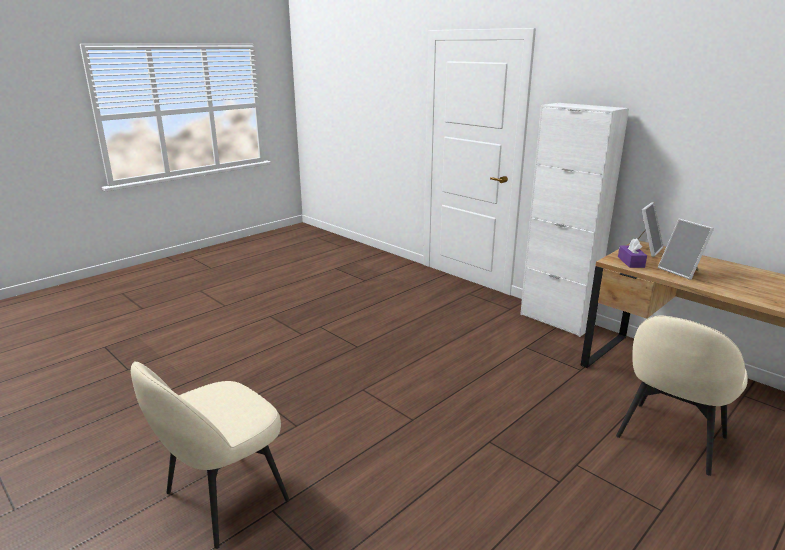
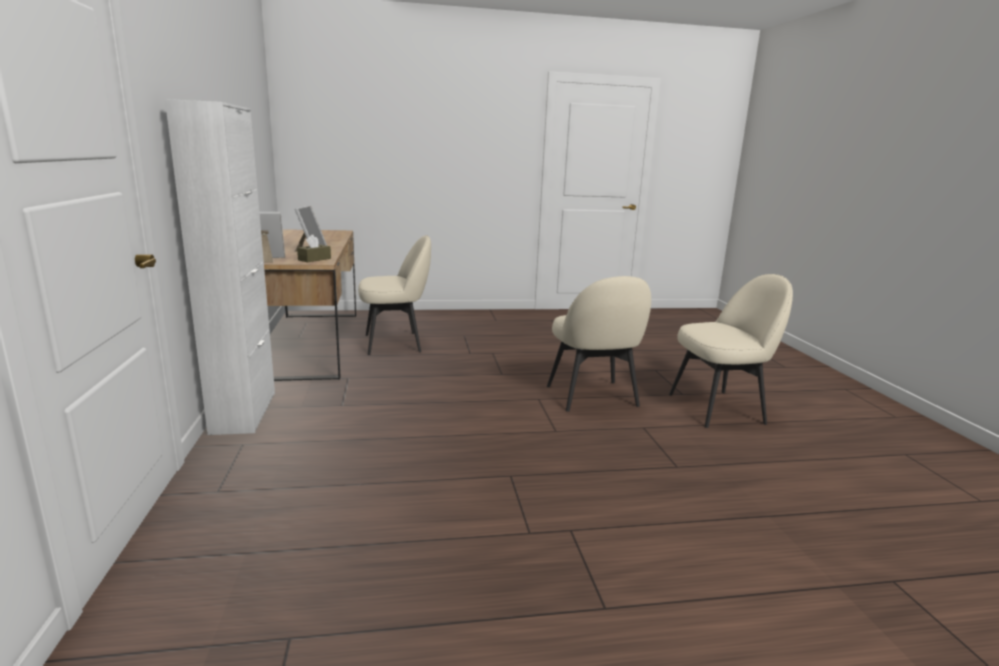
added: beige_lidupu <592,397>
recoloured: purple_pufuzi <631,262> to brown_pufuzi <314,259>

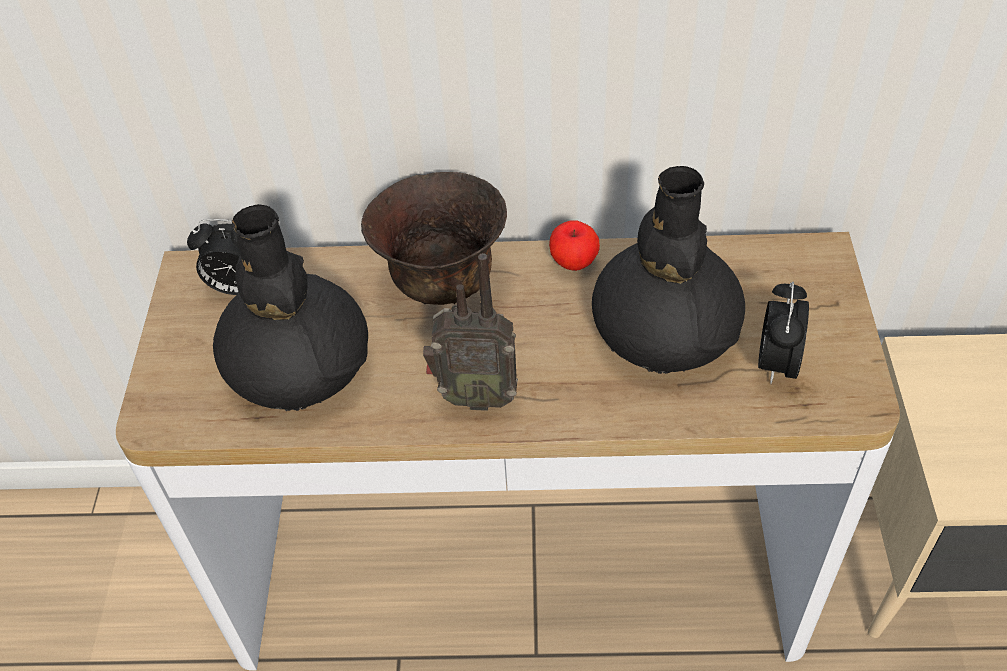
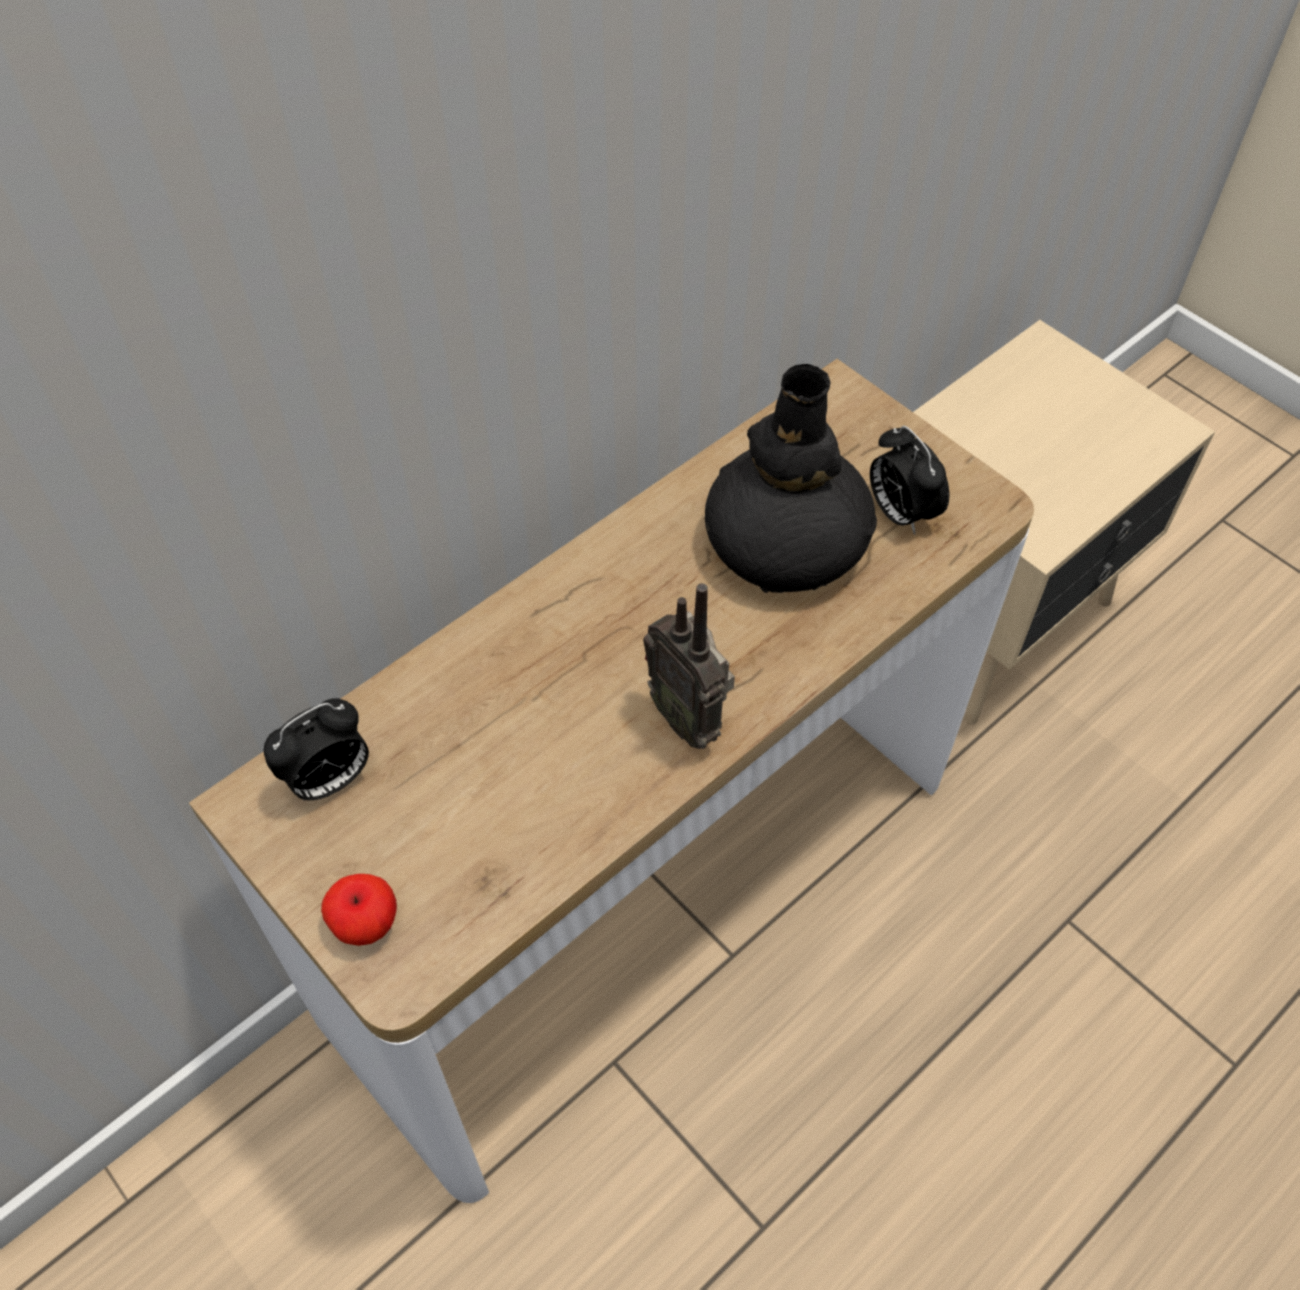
removed: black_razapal <298,367>; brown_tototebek <441,284>
moved: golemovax <573,262> to <365,923>
turned: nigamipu <475,395> = <689,717> 90 degrees clockwise

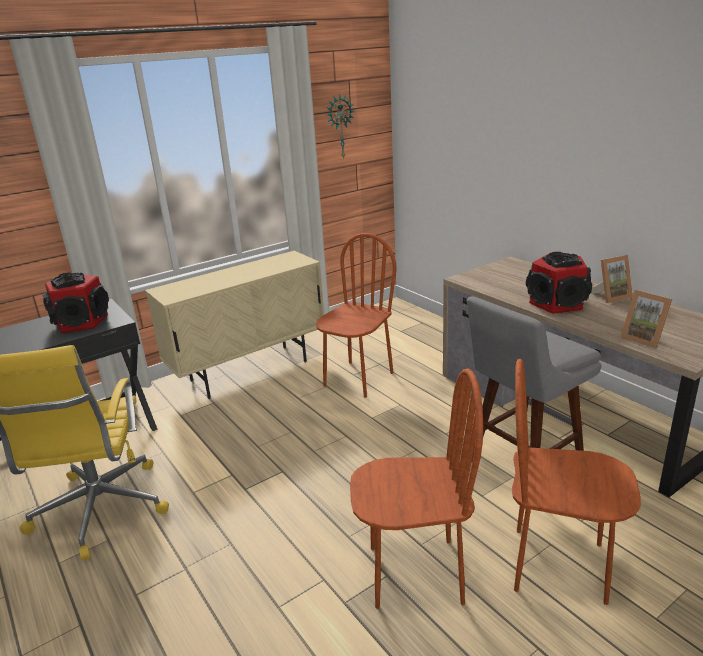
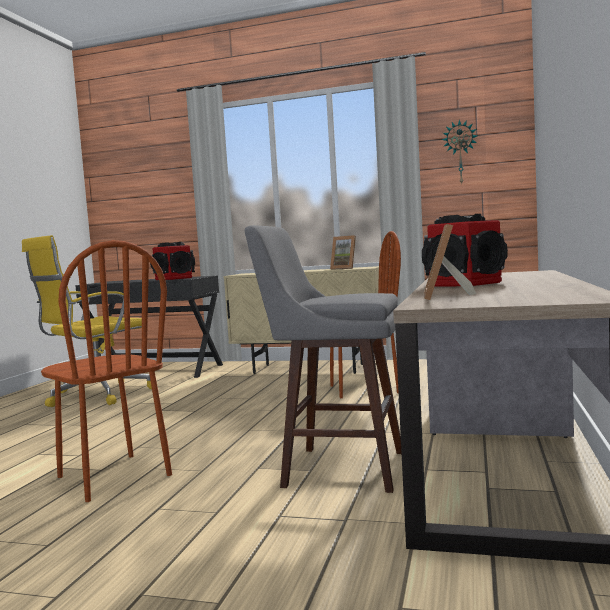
removed: brown_lidupu <558,565>
moved: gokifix <611,296> to <345,268>

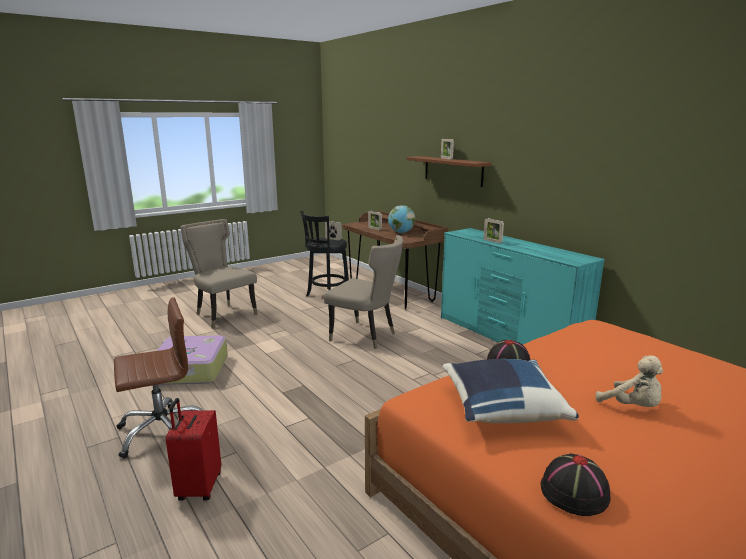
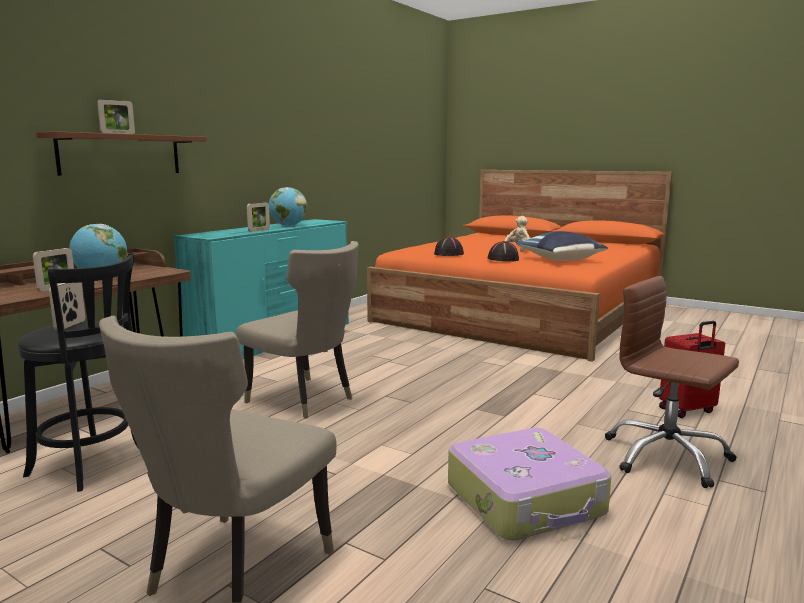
added: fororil <288,226>
moved: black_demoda <574,493> to <449,254>
turned: beige_lidupu <366,336> = <305,400> 120 degrees clockwise

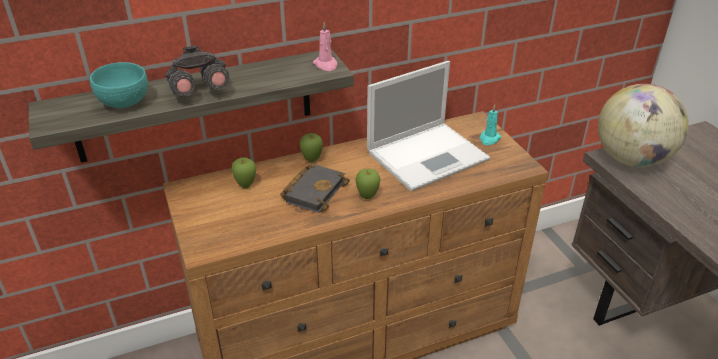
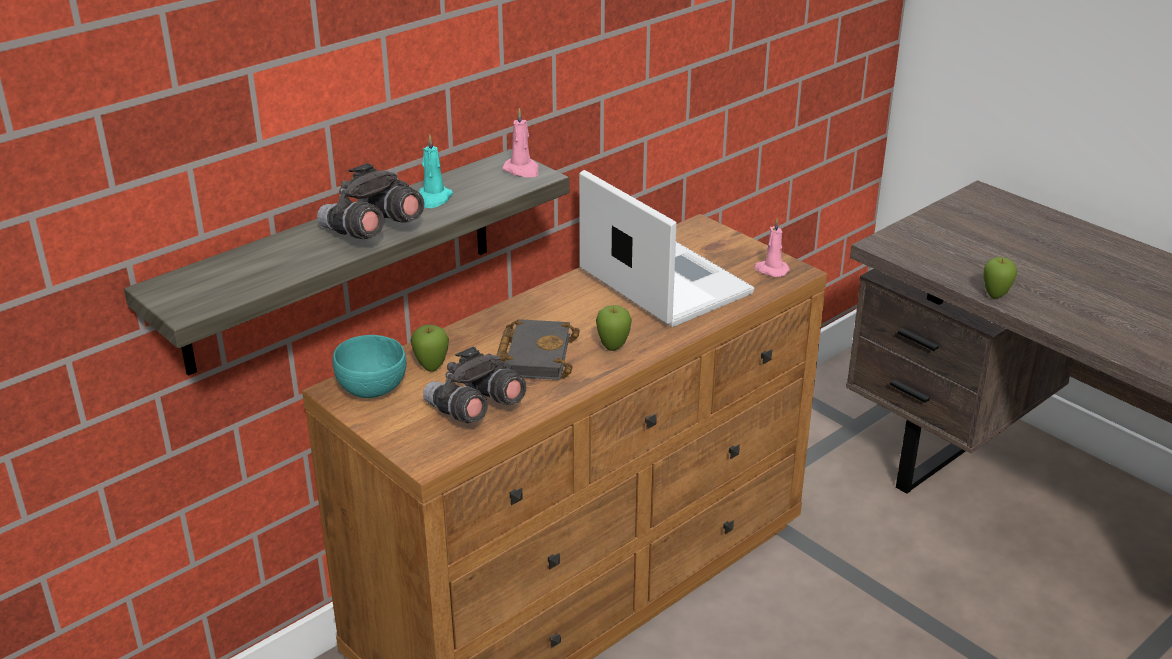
removed: fororil <631,159>
added: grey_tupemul <474,410>; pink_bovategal <770,270>
moved: turquoise_tototebek <124,103> to <371,390>; golemovax <312,160> to <995,296>; turquoise_bovategal <489,139> to <433,199>
turned: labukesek <429,155> = <662,281> 75 degrees counterclockwise

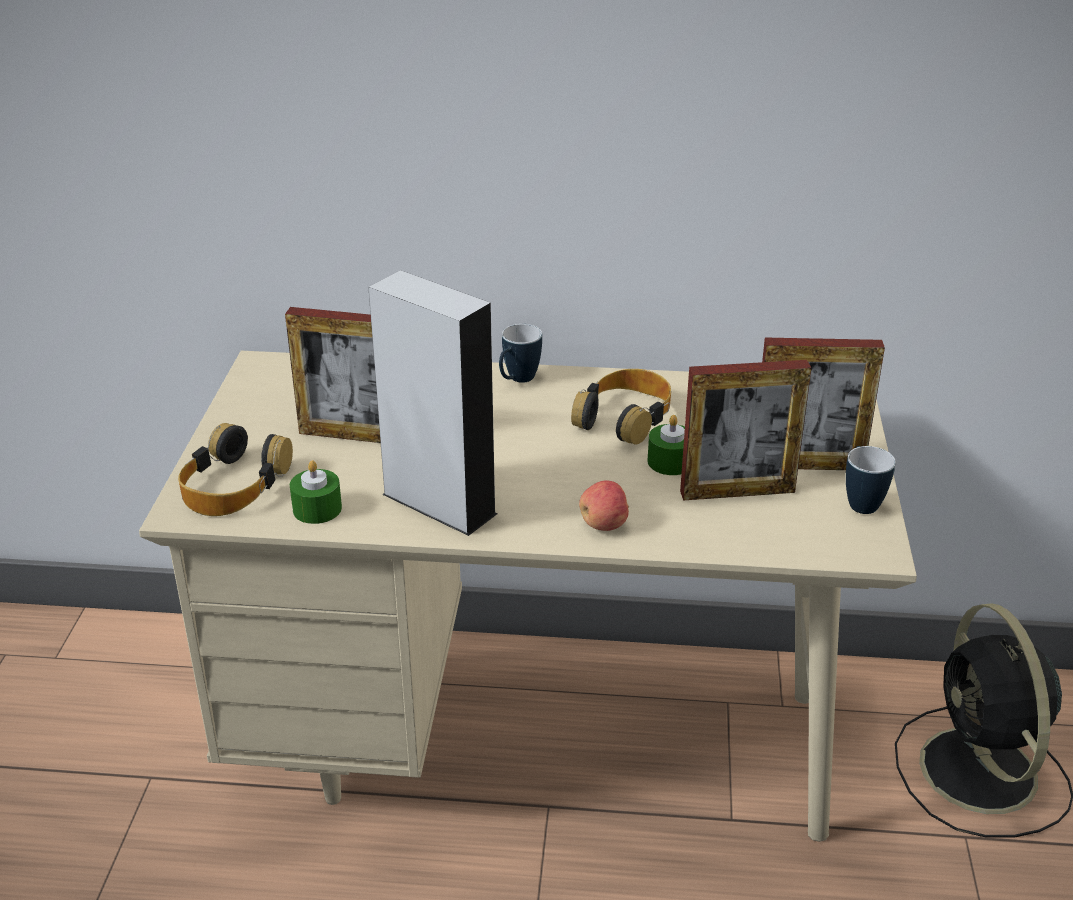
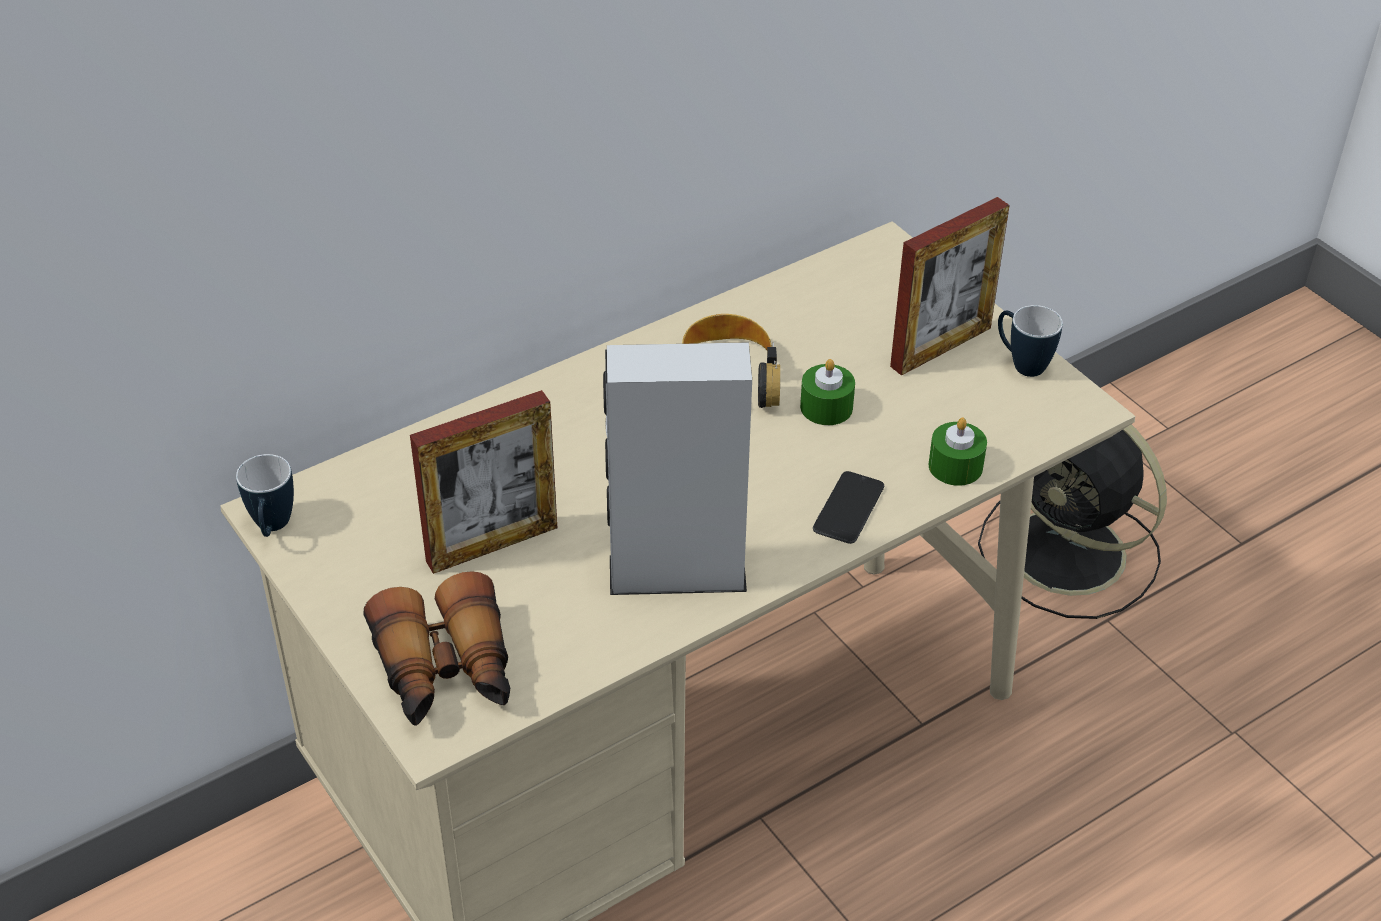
removed: gokifix <737,492>
moved: green_bovategal <317,509> to <955,466>; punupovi <517,380> to <272,529>
replaced: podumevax <234,485> to tupemul <446,672>; golemovax <604,524> to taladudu <848,508>

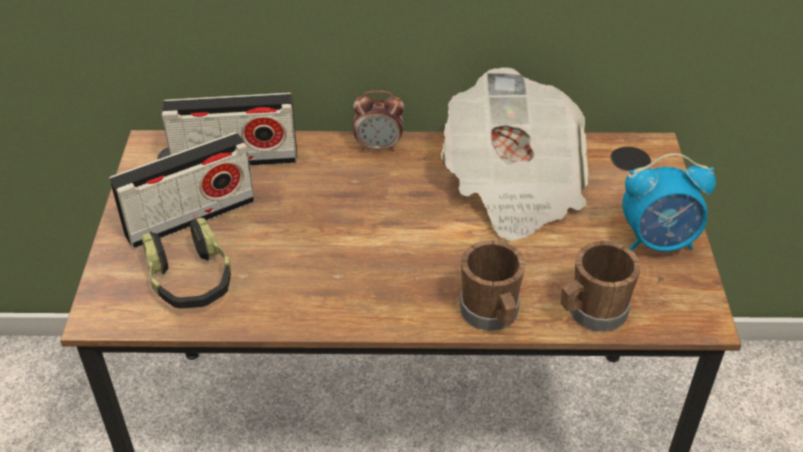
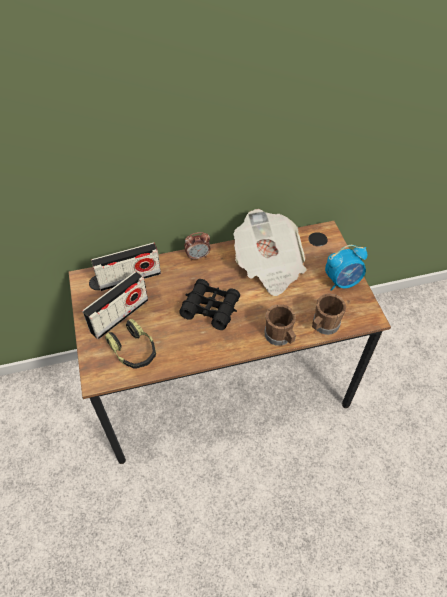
added: black_tupemul <210,308>

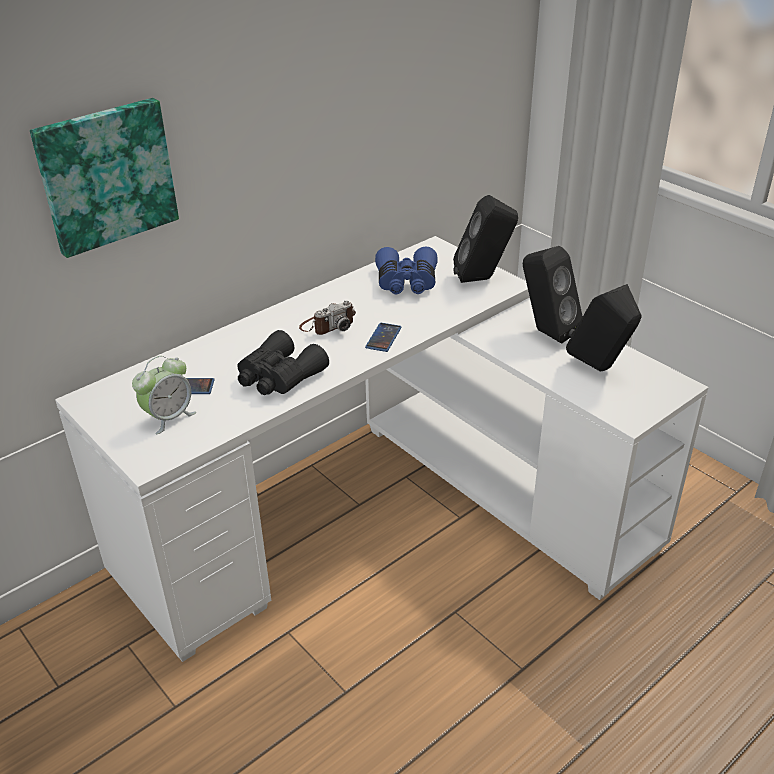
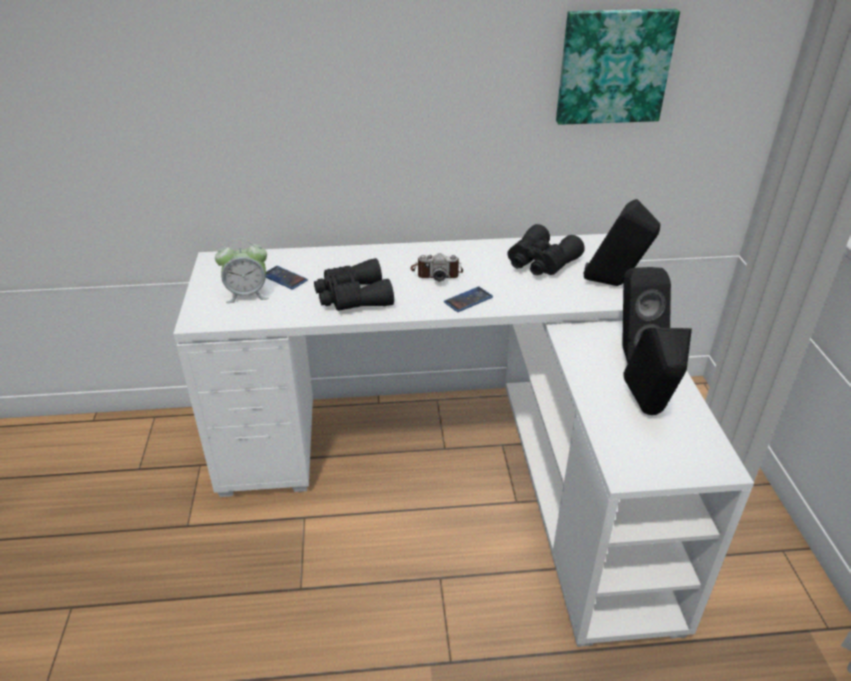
moved: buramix <106,175> to <613,66>
recoloured: blue_tupemul <406,283> to black_tupemul <540,263>

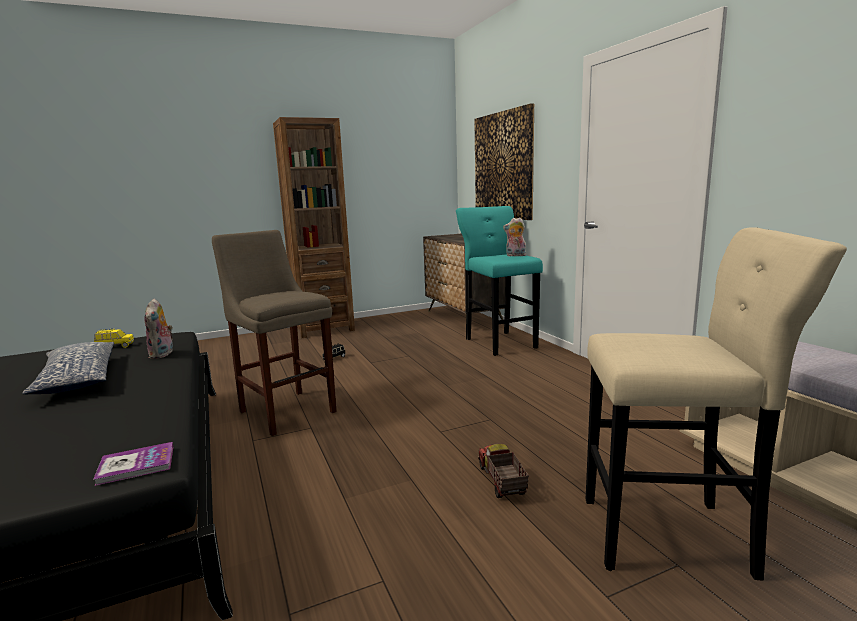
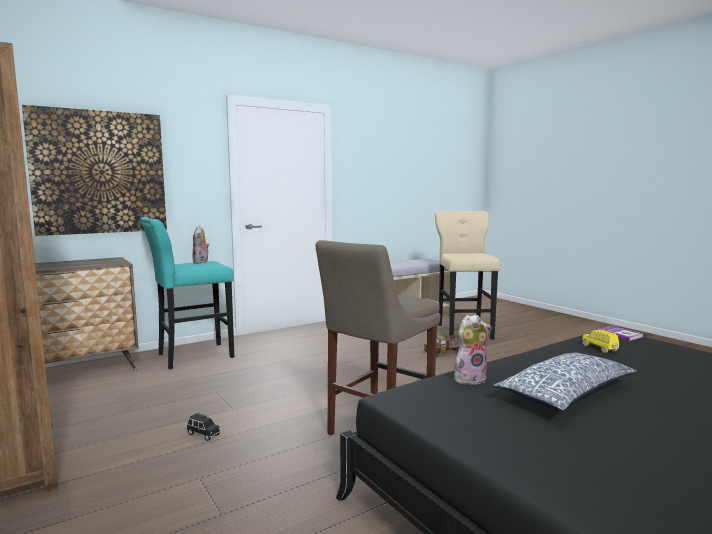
moved: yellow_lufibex <115,346> to <600,348>

